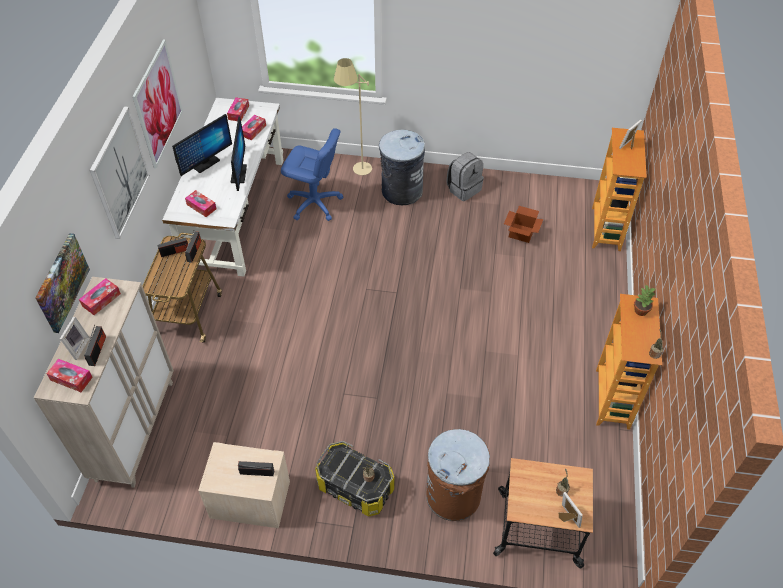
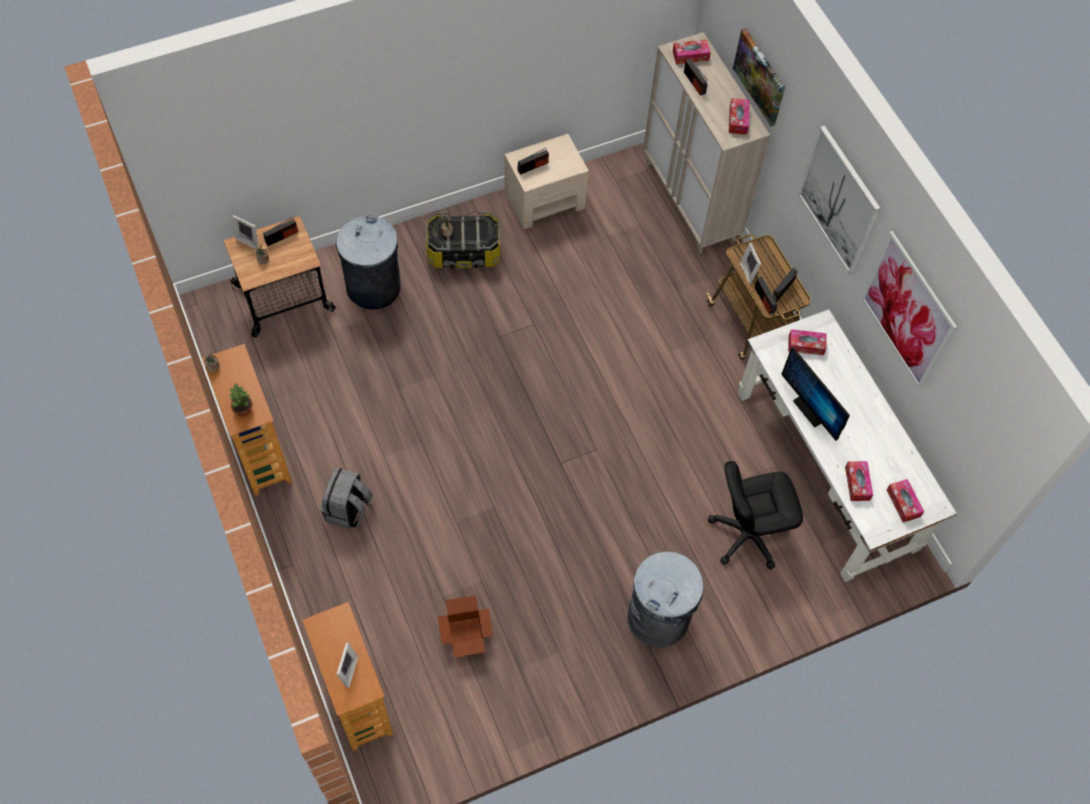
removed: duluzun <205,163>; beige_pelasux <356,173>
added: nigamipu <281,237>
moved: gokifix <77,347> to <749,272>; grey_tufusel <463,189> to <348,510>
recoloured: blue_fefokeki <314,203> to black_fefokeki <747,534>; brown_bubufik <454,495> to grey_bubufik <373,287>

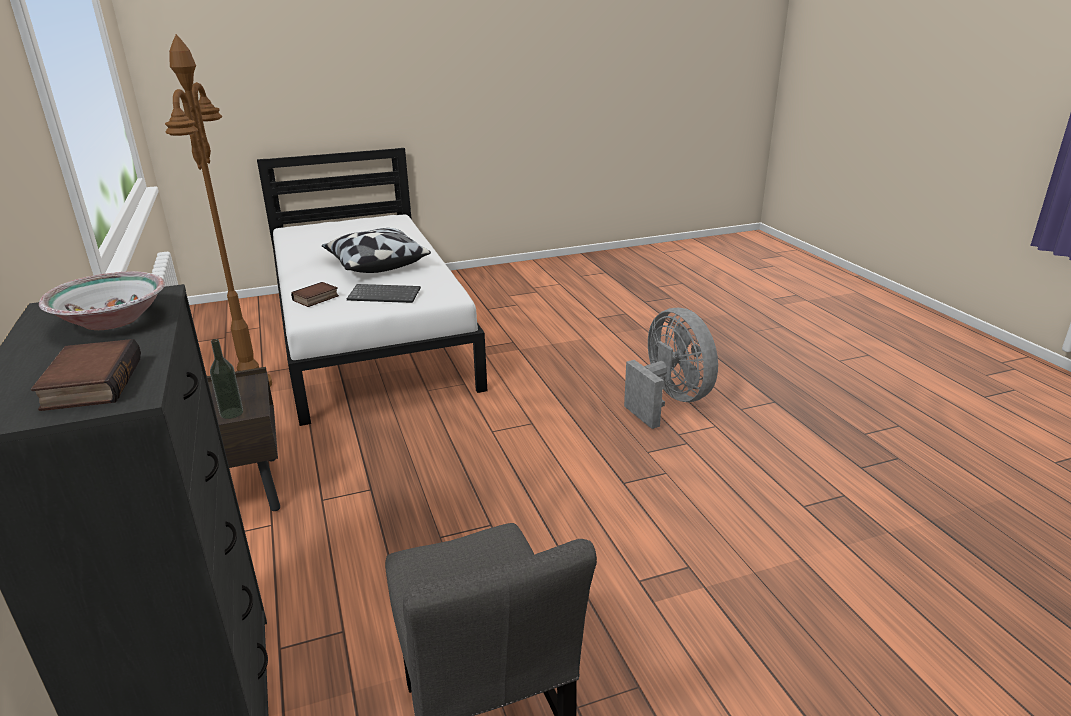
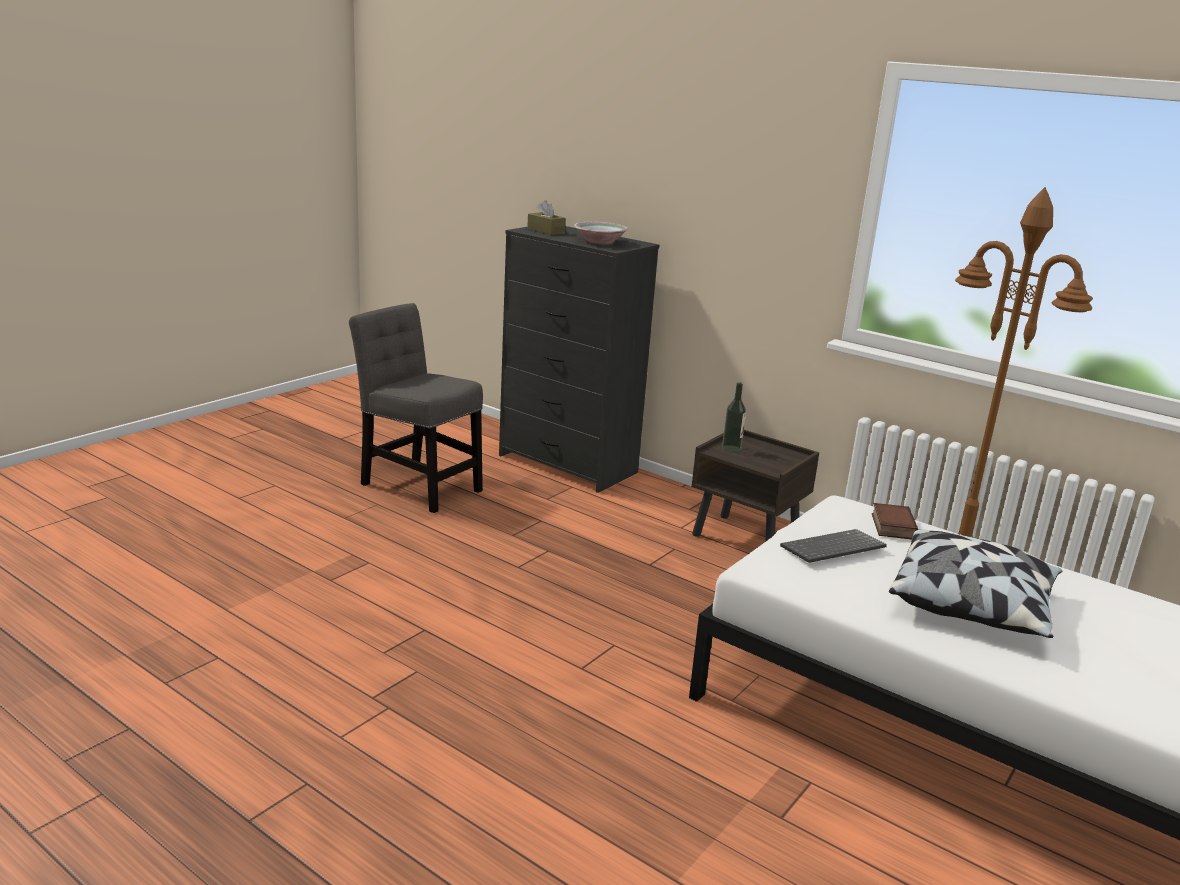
removed: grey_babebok <669,401>
replaced: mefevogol <90,383> to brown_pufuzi <546,231>

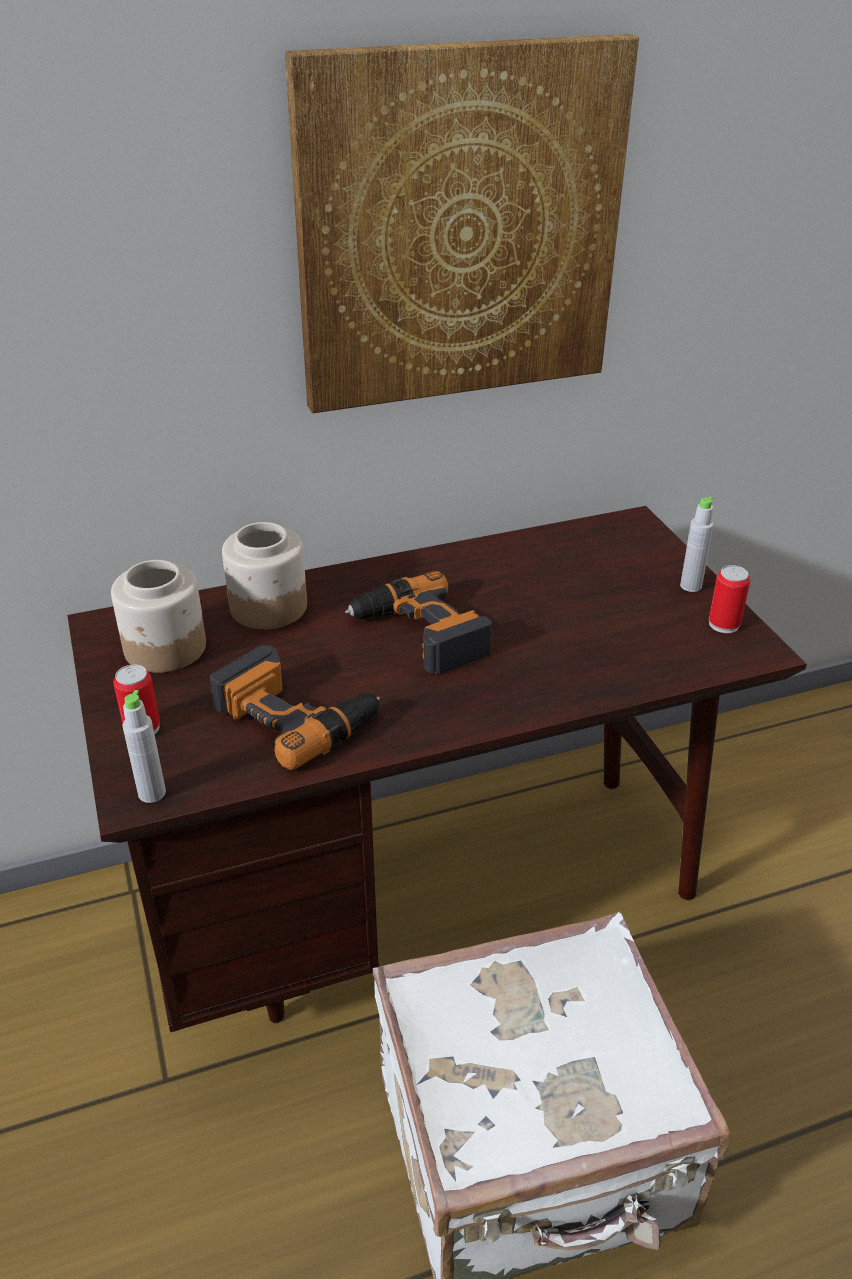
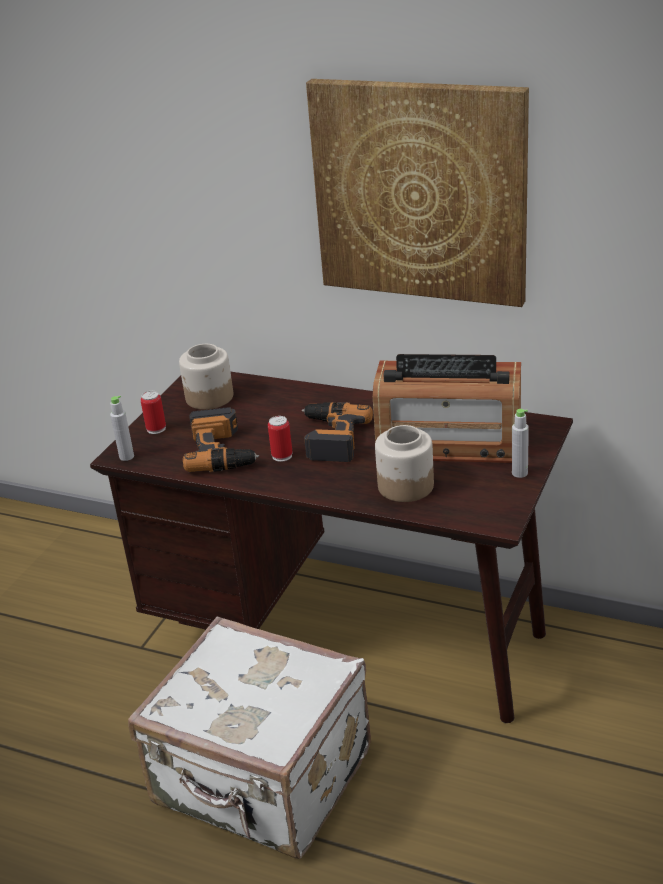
added: nigamipu <448,442>
moved: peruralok <267,607> to <405,486>; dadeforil <724,624> to <282,456>

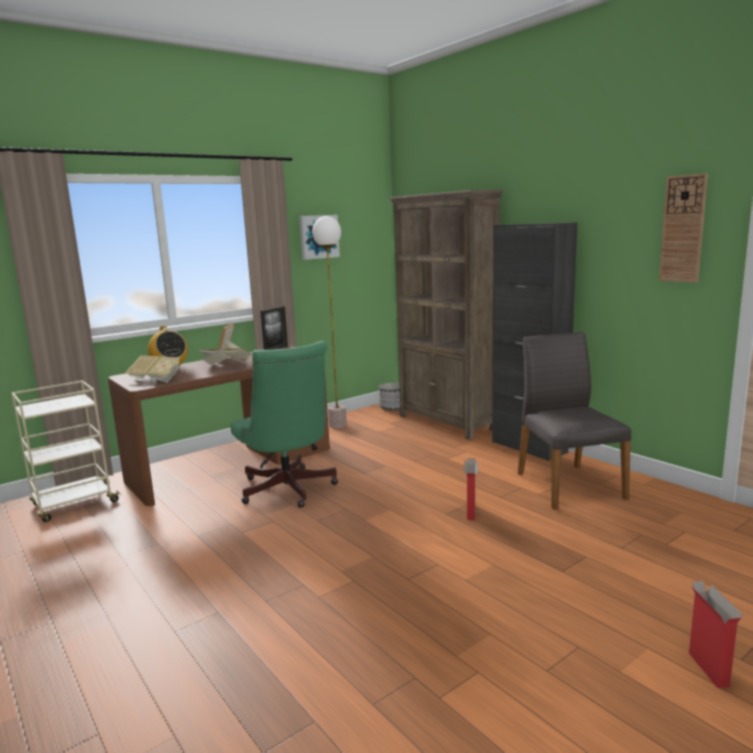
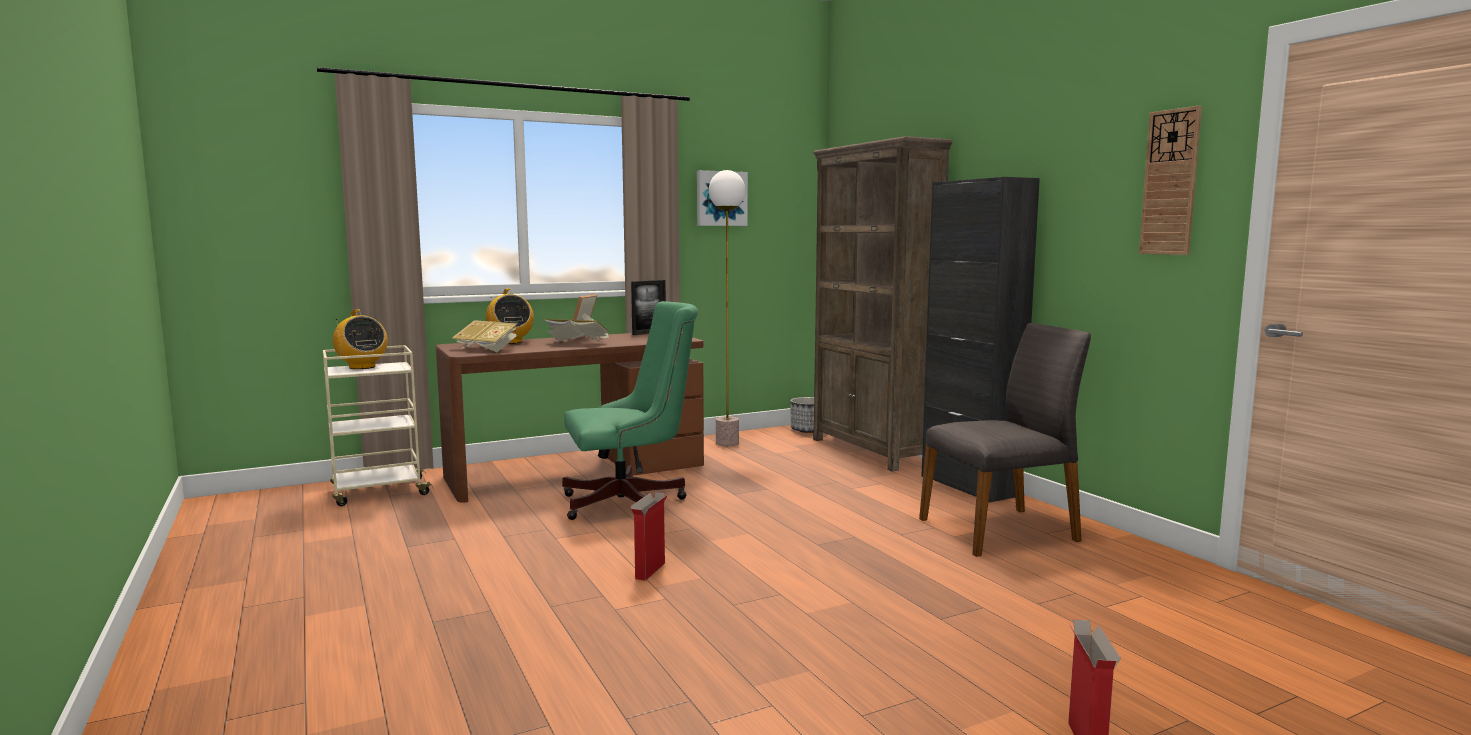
added: nigamipu <362,367>
moved: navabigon <471,512> to <650,571>
turned: green_fefokeki <288,491> = <631,503> 90 degrees counterclockwise; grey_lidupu <567,485> = <1000,530> 75 degrees clockwise

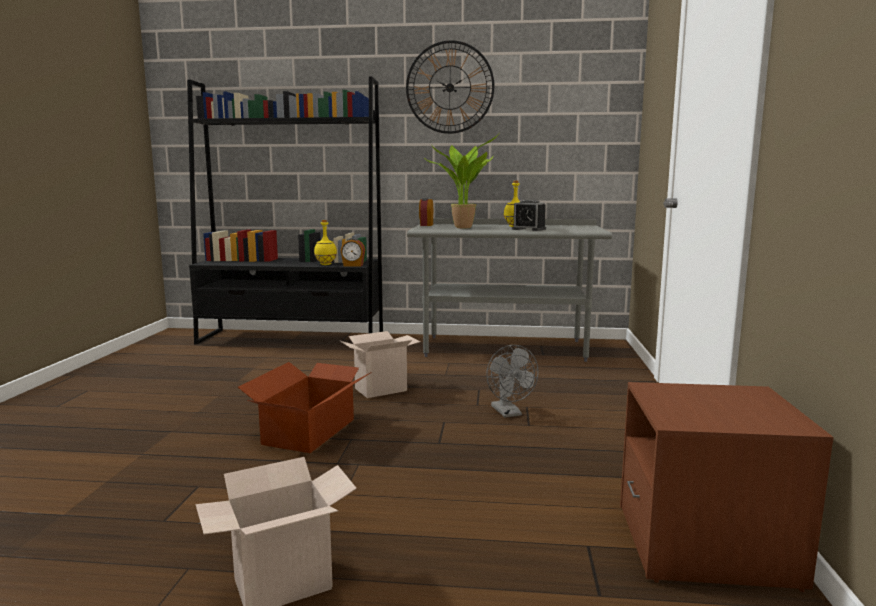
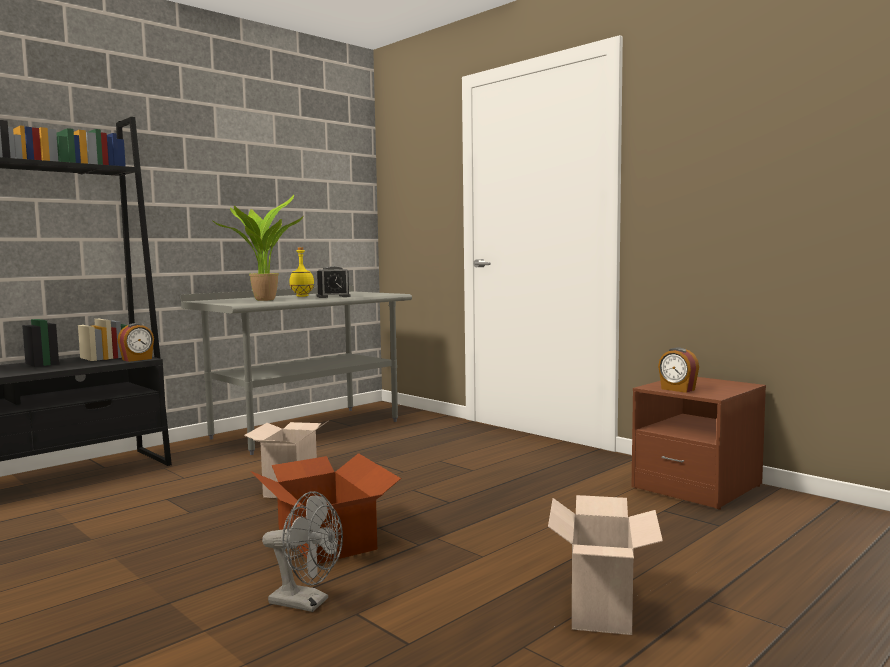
removed: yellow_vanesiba <325,264>; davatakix <450,87>
moved: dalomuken <426,225> to <677,389>; grey_babebok <509,413> to <307,603>

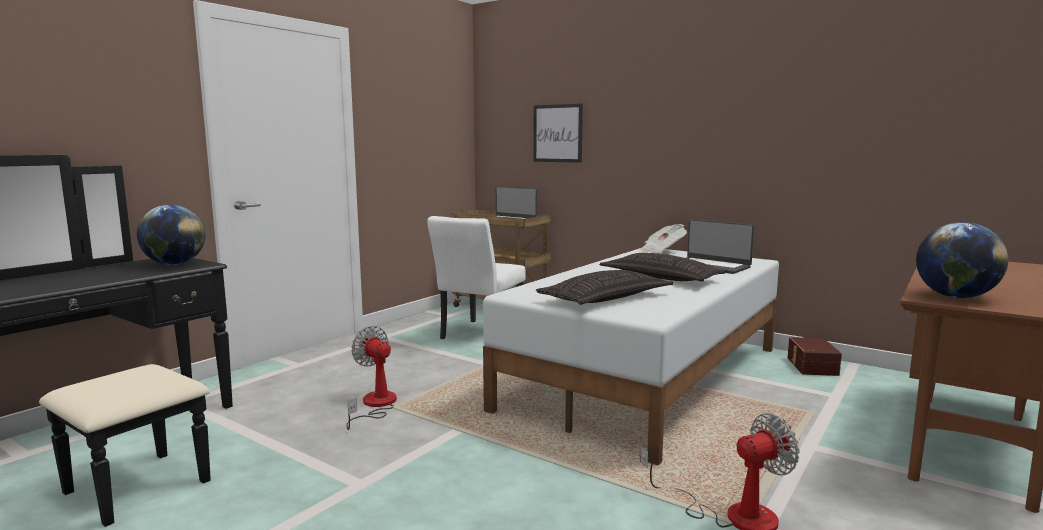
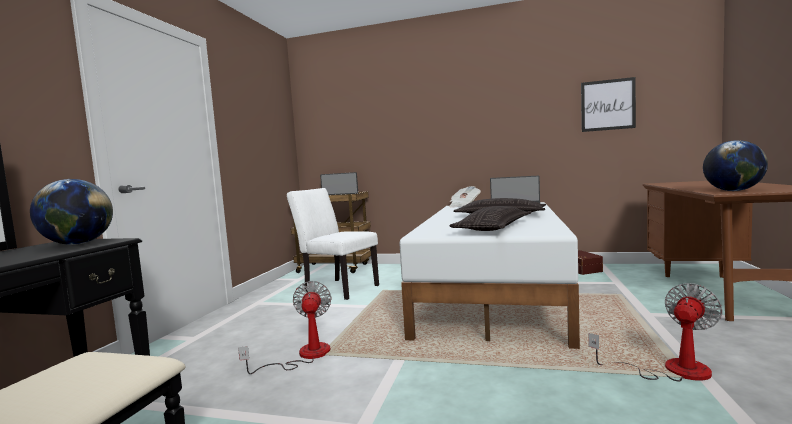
moved: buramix <557,133> to <607,105>
turned: babebok <375,405> = <304,356> 60 degrees clockwise; white_lidupu <478,335> = <337,288> 120 degrees clockwise

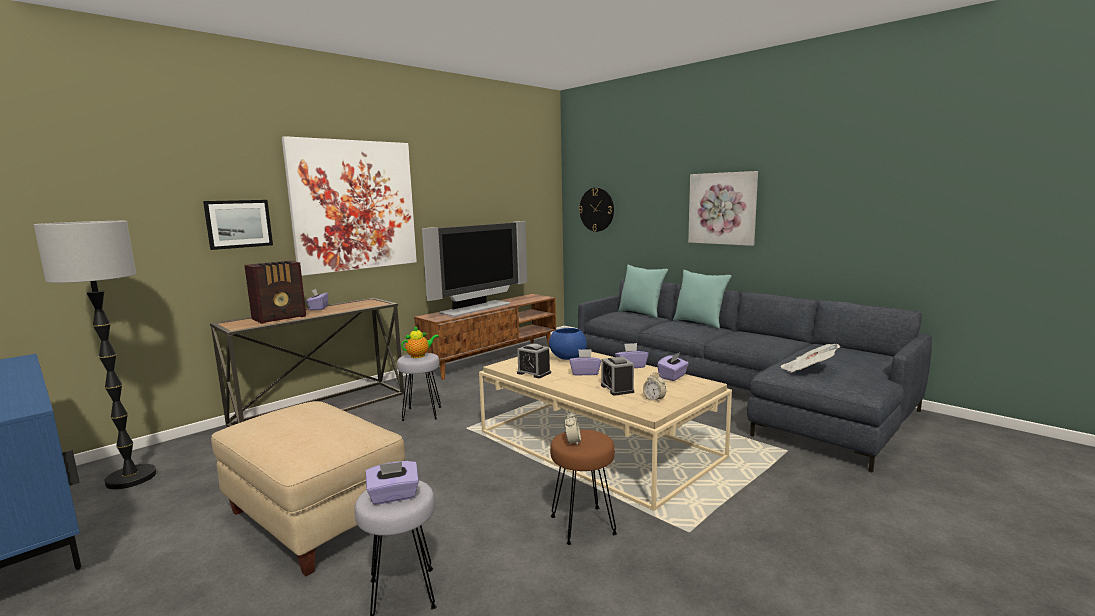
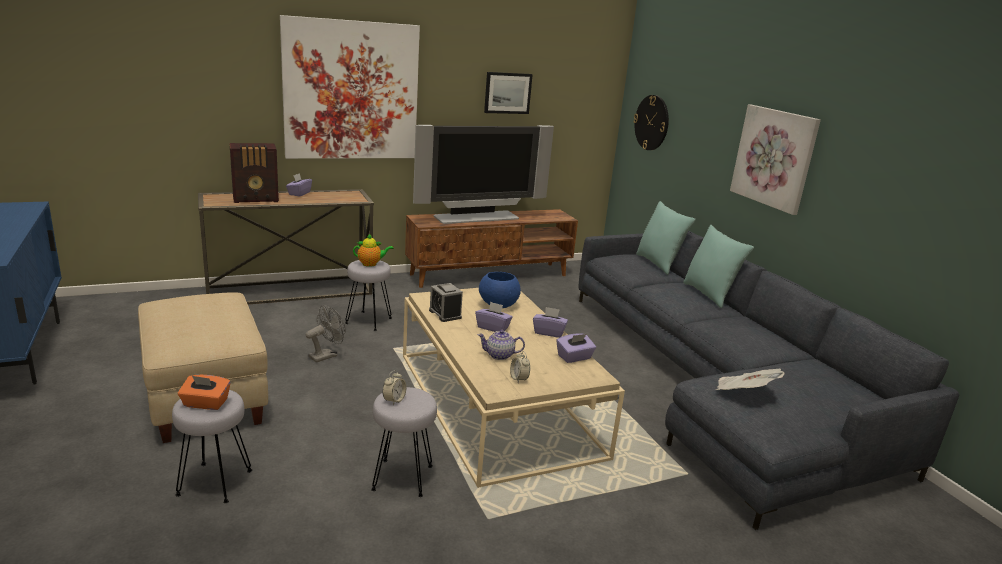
removed: pelasux <131,478>
added: grey_babebok <326,355>
moved: buramix <238,224> to <507,93>
replaced: dalomuken <617,388> to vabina <500,355>
recoloured: purple_pufuzi <393,496> to orange_pufuzi <205,404>; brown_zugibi <583,524> to grey_zugibi <403,477>

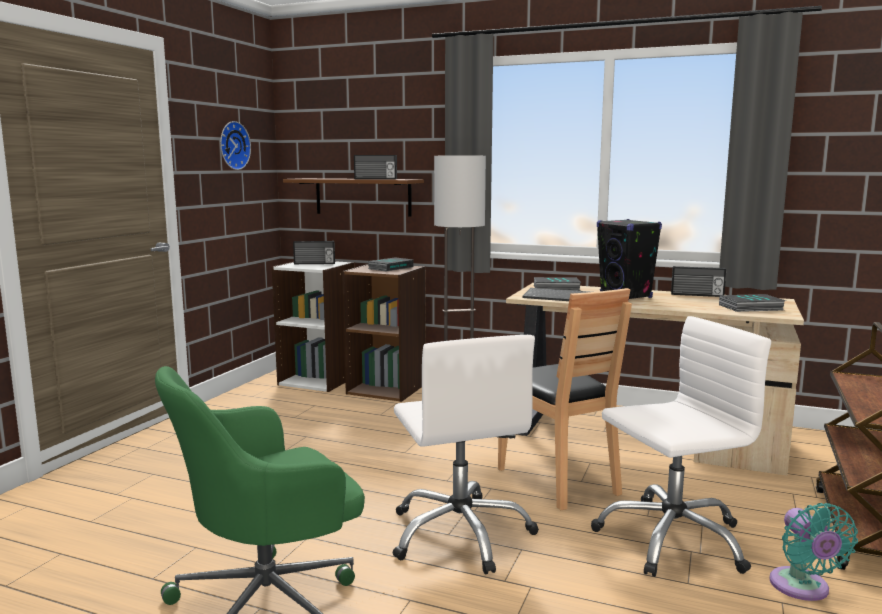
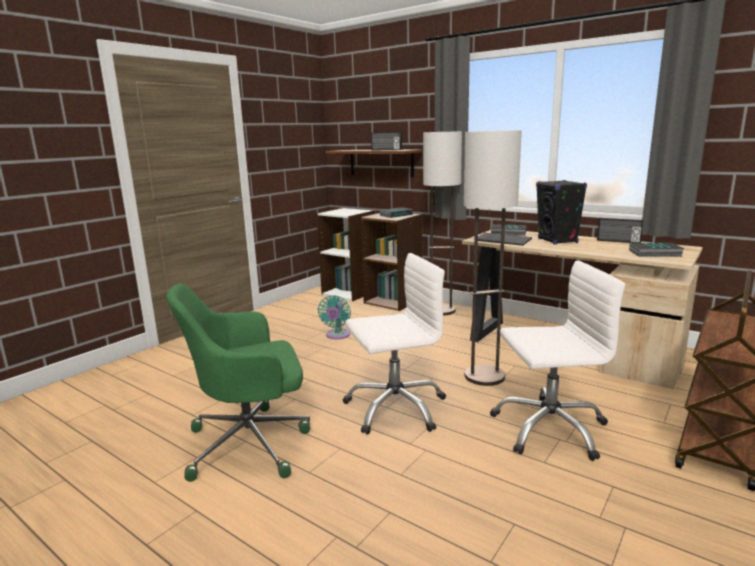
removed: davatakix <232,145>; nigamipu <314,263>
moved: turquoise_babebok <802,588> to <337,335>
replaced: brown_lidupu <558,480> to pelasux <484,376>
turned: white_fefokeki <461,534> = <395,408> 105 degrees counterclockwise

